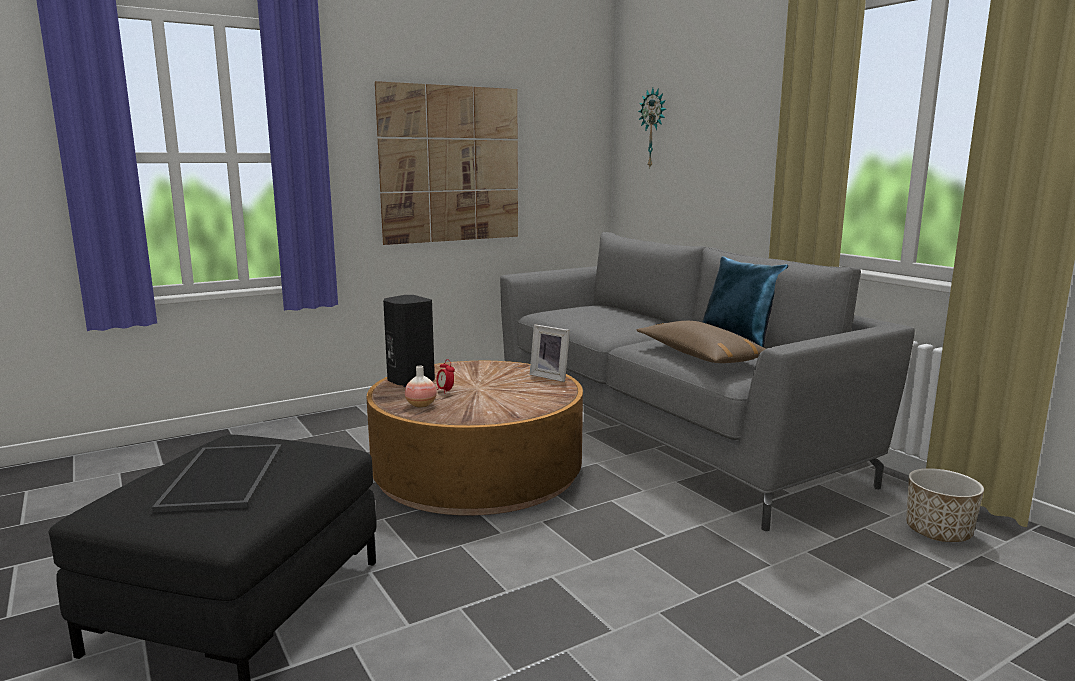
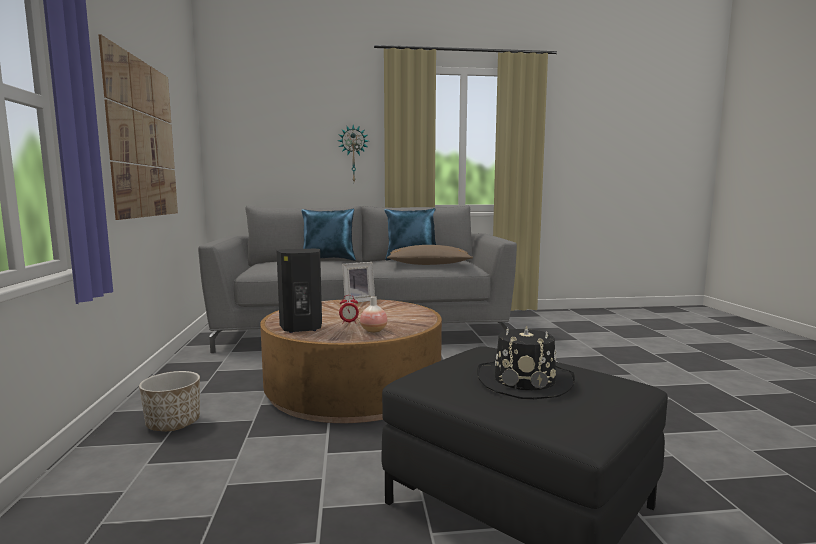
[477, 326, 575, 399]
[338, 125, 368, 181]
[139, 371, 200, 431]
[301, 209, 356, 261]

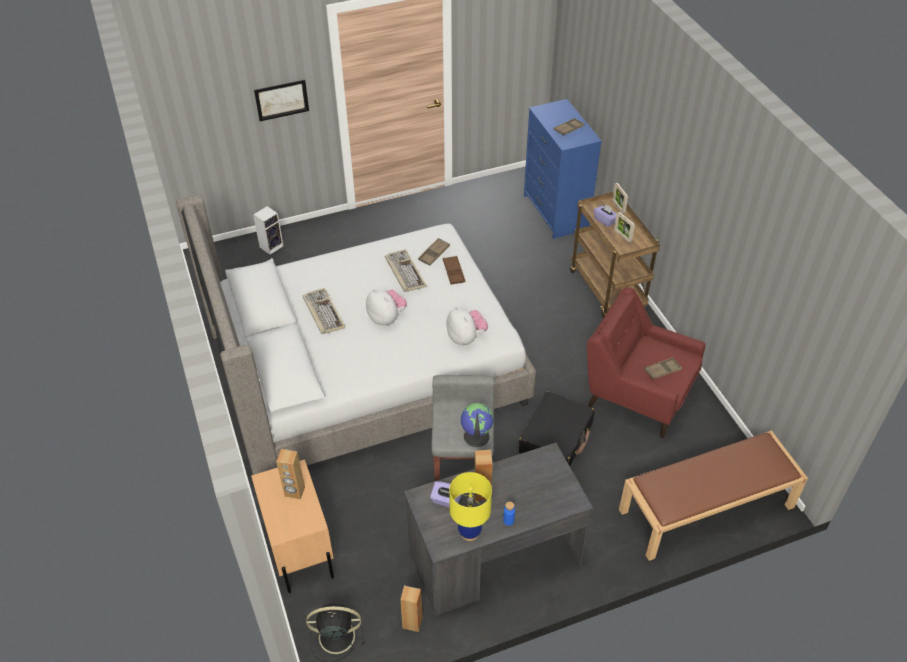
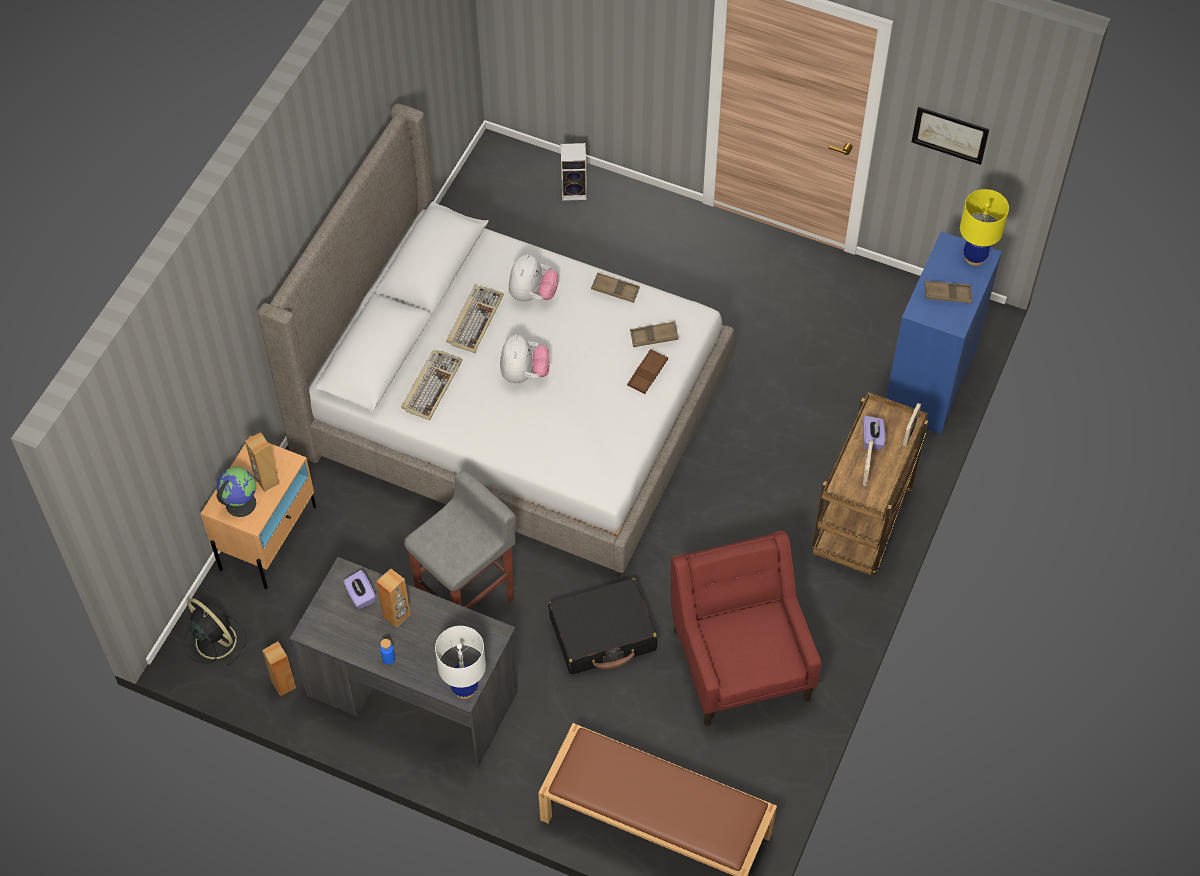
[912, 107, 989, 165]
[401, 350, 463, 420]
[509, 254, 559, 302]
[960, 189, 1009, 266]
[217, 467, 256, 517]
[591, 273, 640, 303]
[435, 626, 486, 699]

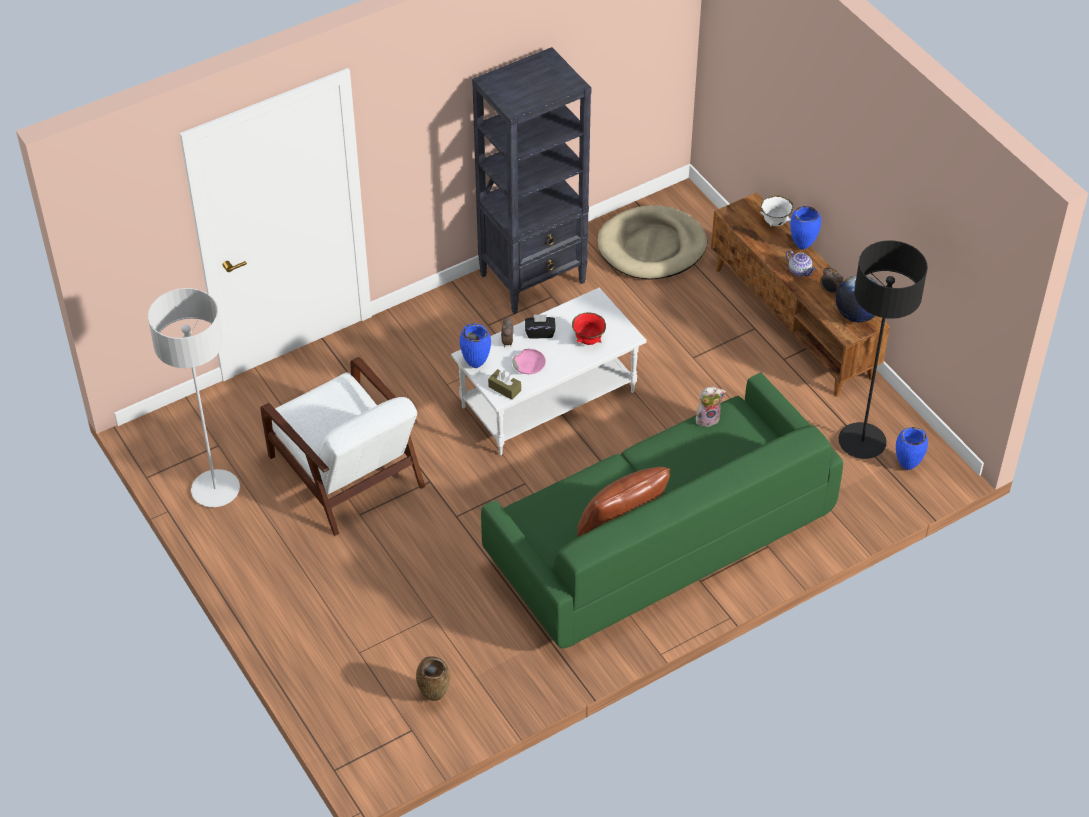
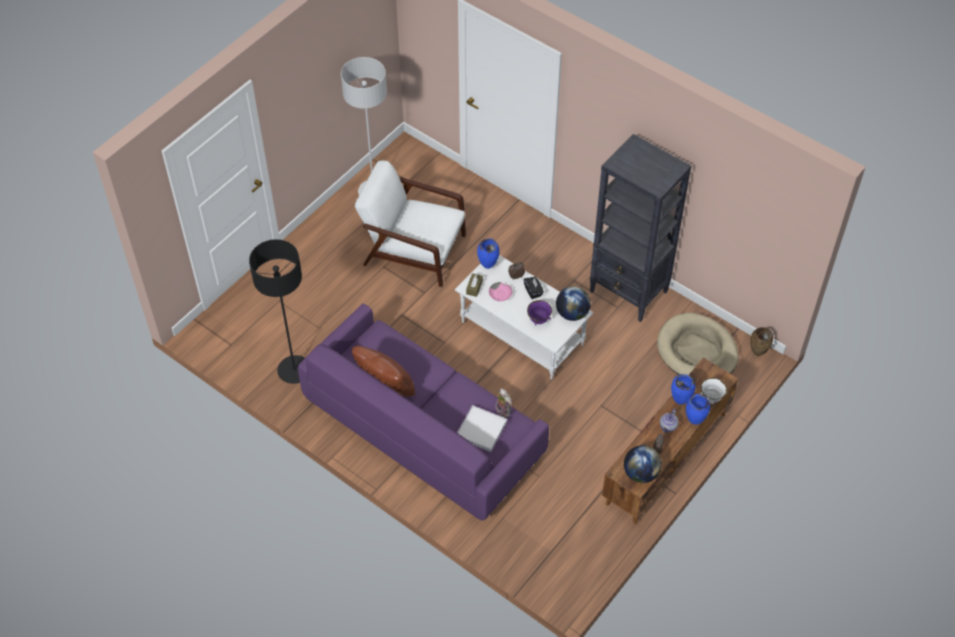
[355, 161, 466, 287]
[750, 327, 773, 356]
[298, 304, 549, 521]
[527, 300, 552, 326]
[249, 239, 305, 384]
[671, 374, 695, 405]
[457, 405, 507, 452]
[556, 286, 591, 321]

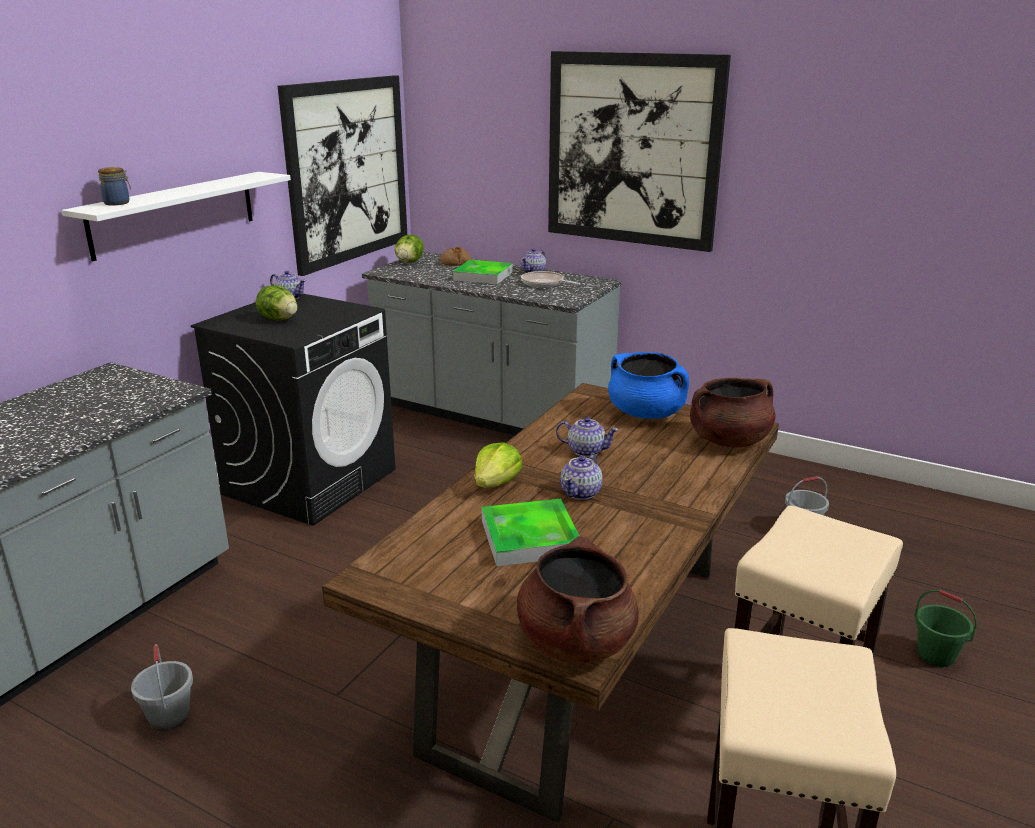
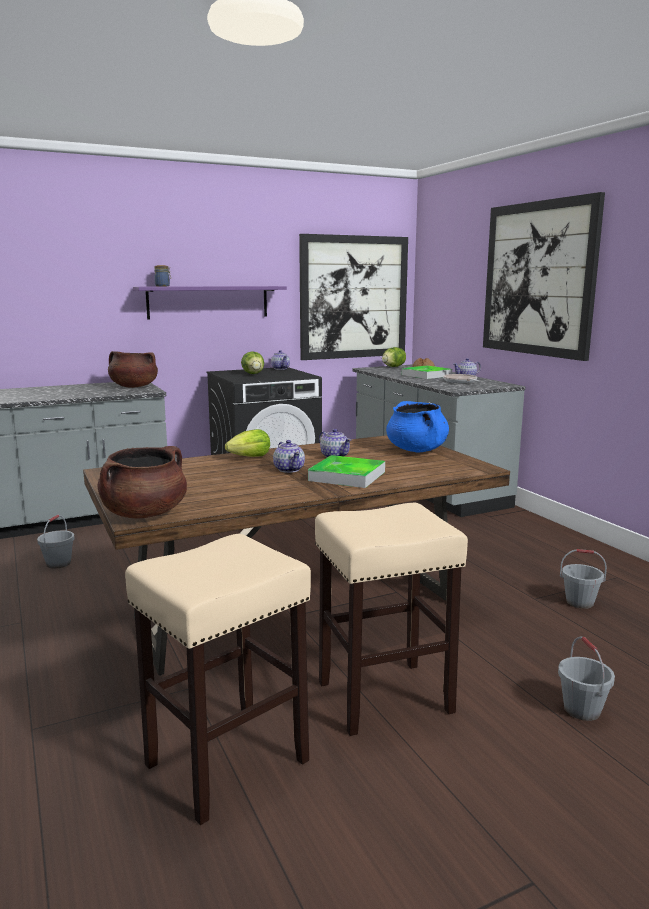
[133, 286, 287, 319]
[308, 455, 385, 488]
[273, 440, 305, 473]
[108, 351, 158, 388]
[558, 637, 615, 721]

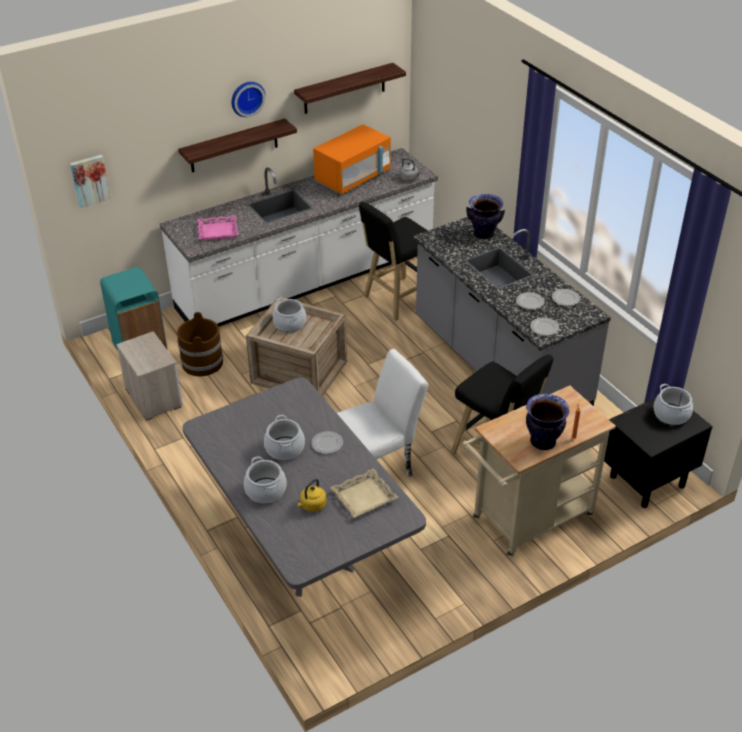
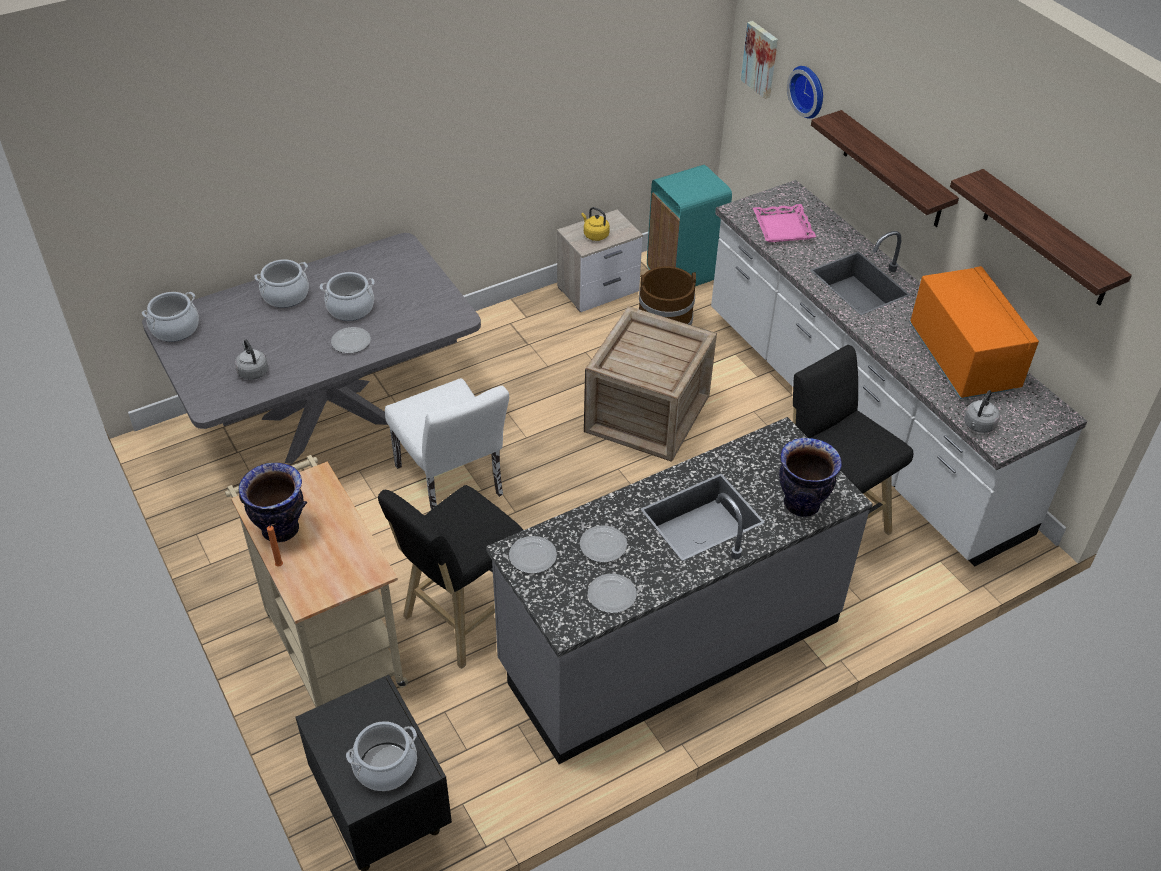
[787, 66, 823, 119]
[142, 292, 199, 342]
[581, 207, 610, 241]
[909, 266, 1039, 399]
[235, 339, 268, 380]

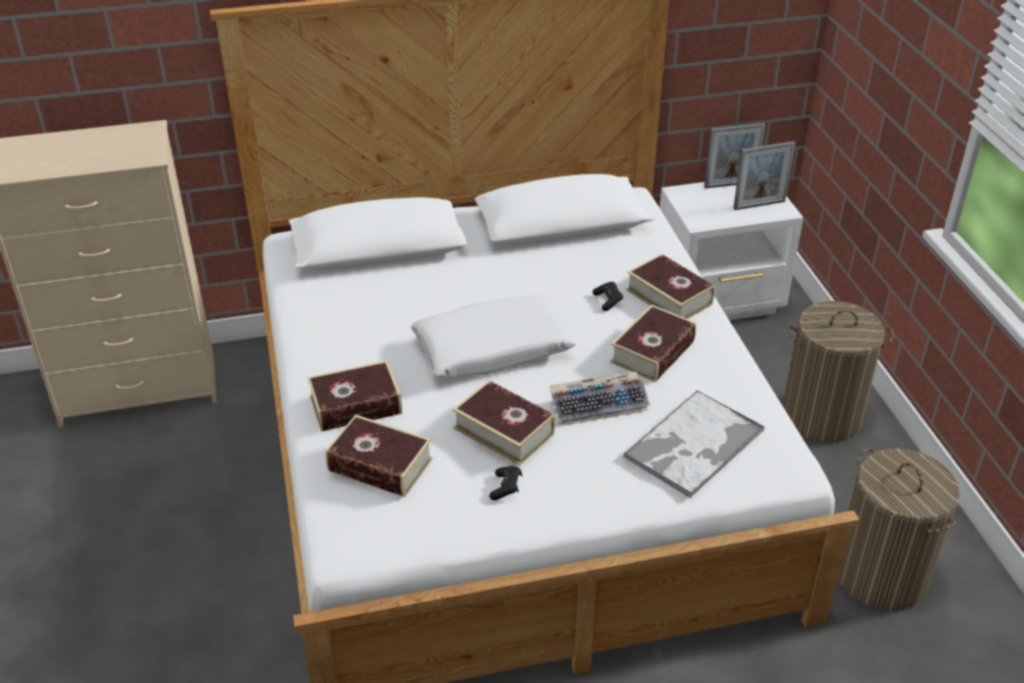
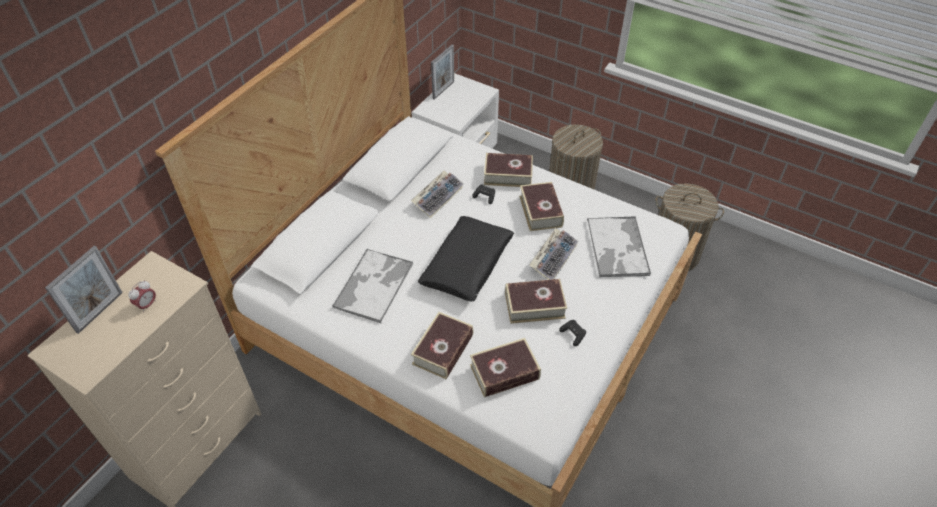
[418, 216, 514, 301]
[45, 246, 123, 334]
[128, 280, 156, 313]
[332, 249, 413, 323]
[411, 170, 463, 218]

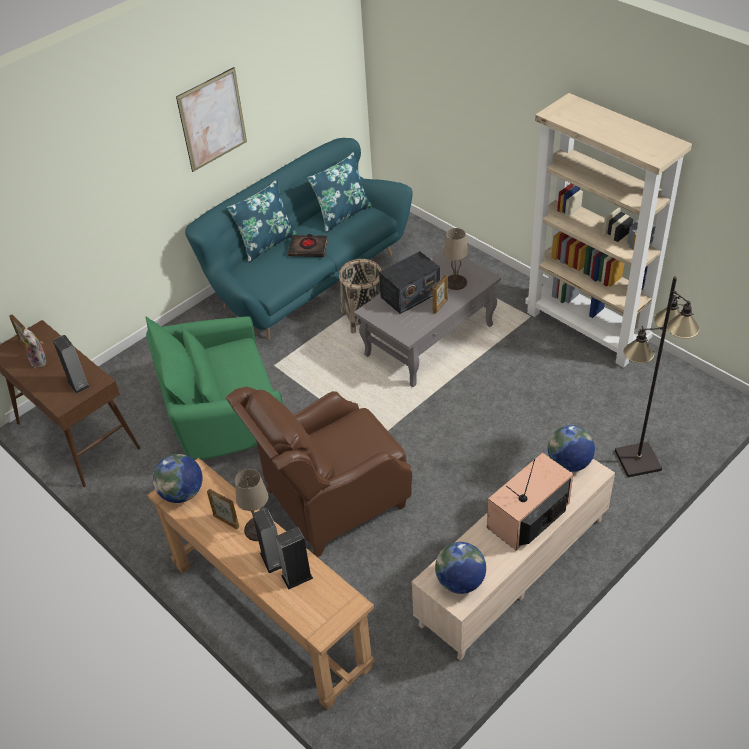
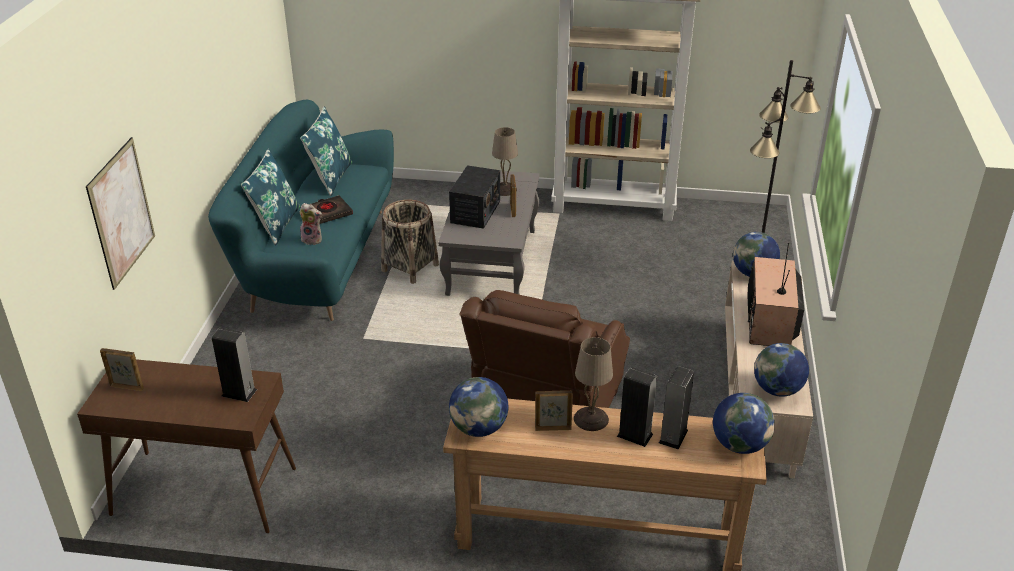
[300, 203, 322, 245]
[146, 316, 283, 460] (first image)
[86, 137, 155, 290]
[713, 393, 775, 454]

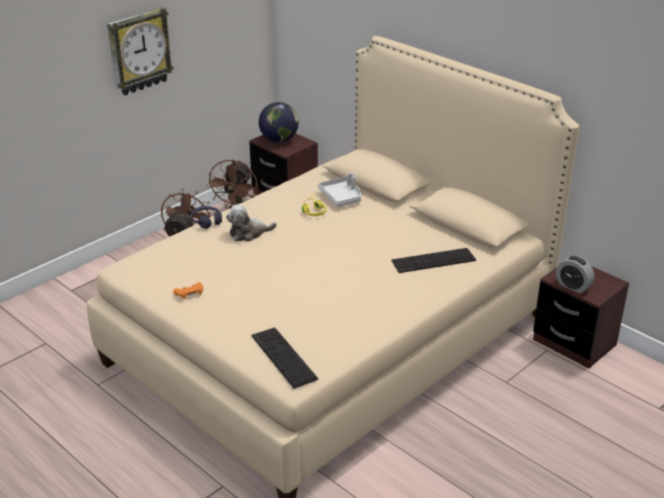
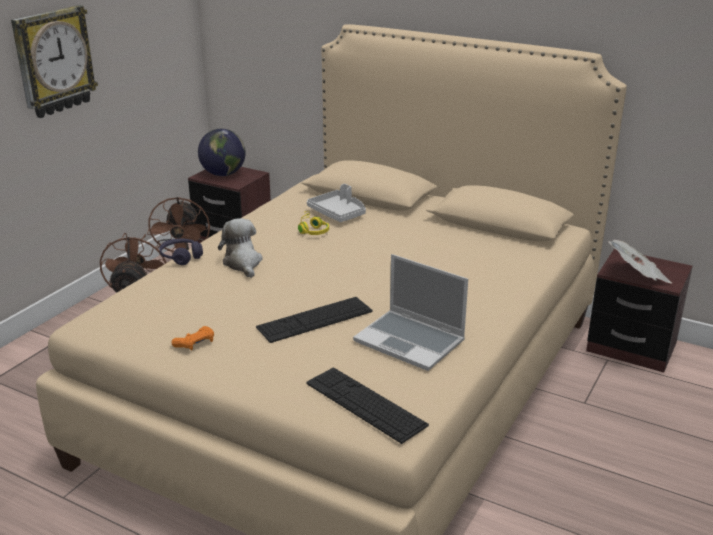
[218, 218, 263, 278]
[256, 297, 373, 343]
[608, 240, 672, 283]
[353, 254, 468, 371]

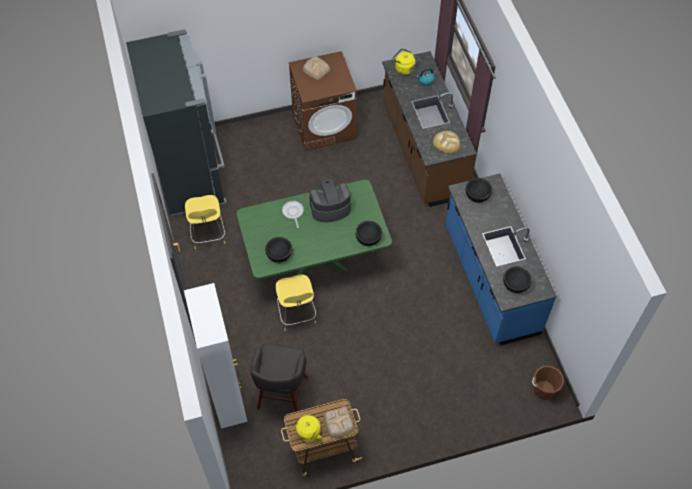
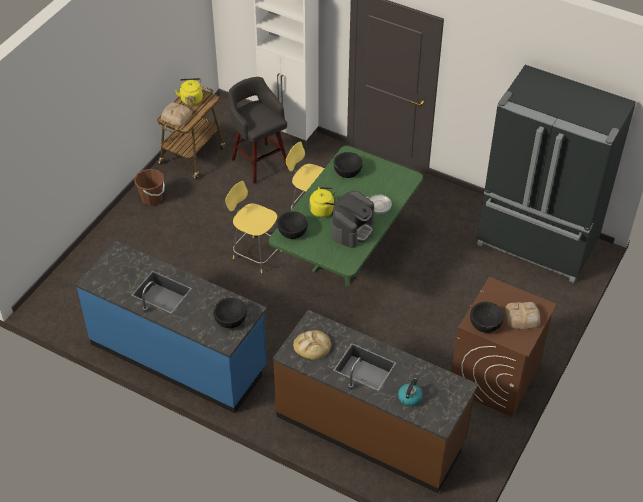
[225, 181, 282, 273]
[309, 187, 337, 217]
[470, 302, 504, 333]
[134, 169, 165, 206]

